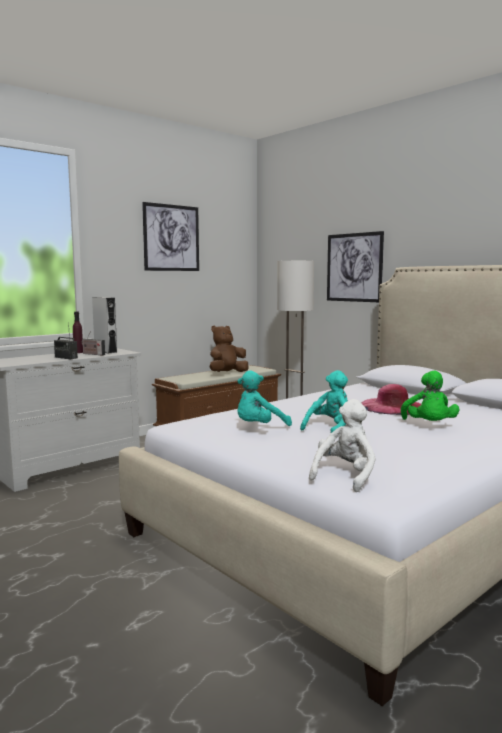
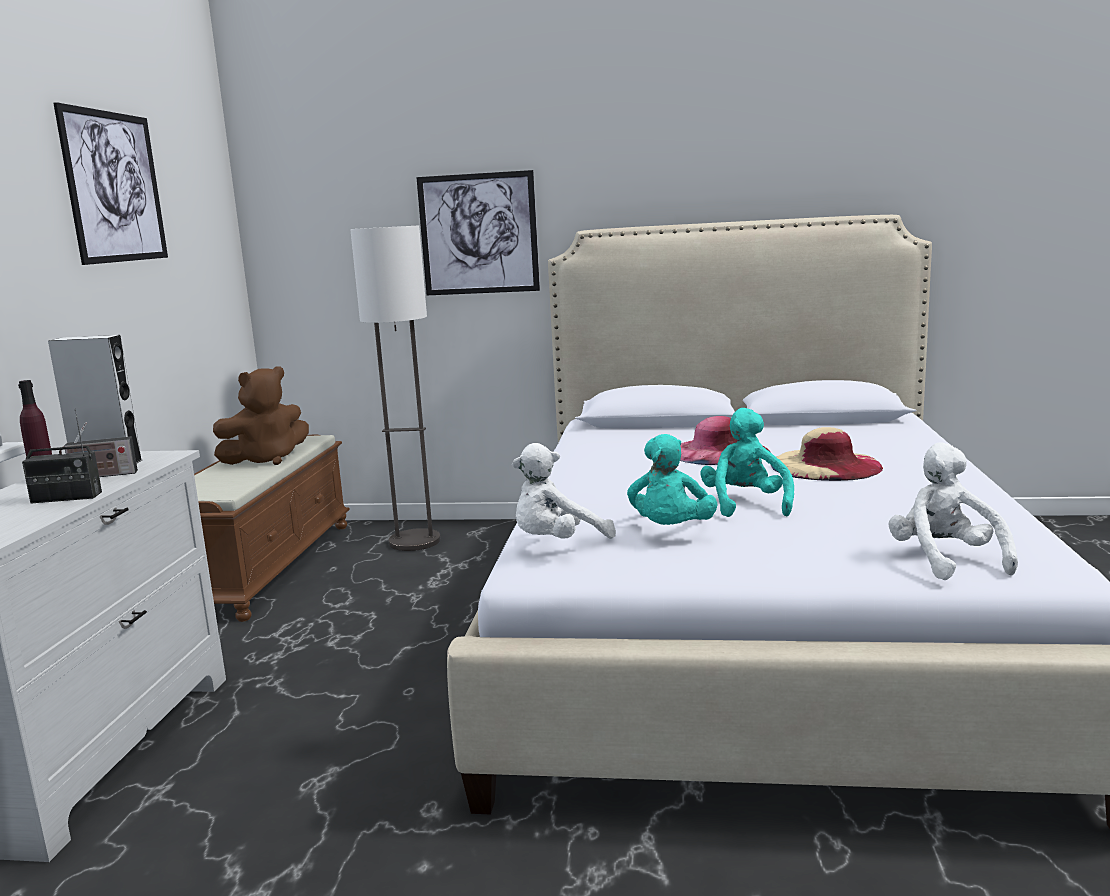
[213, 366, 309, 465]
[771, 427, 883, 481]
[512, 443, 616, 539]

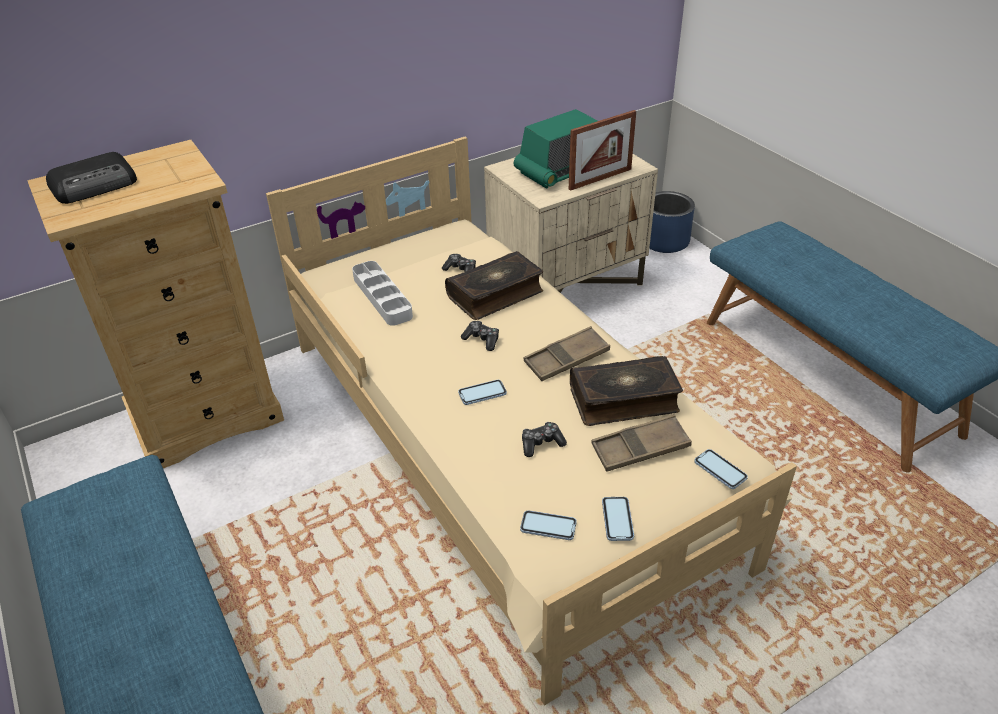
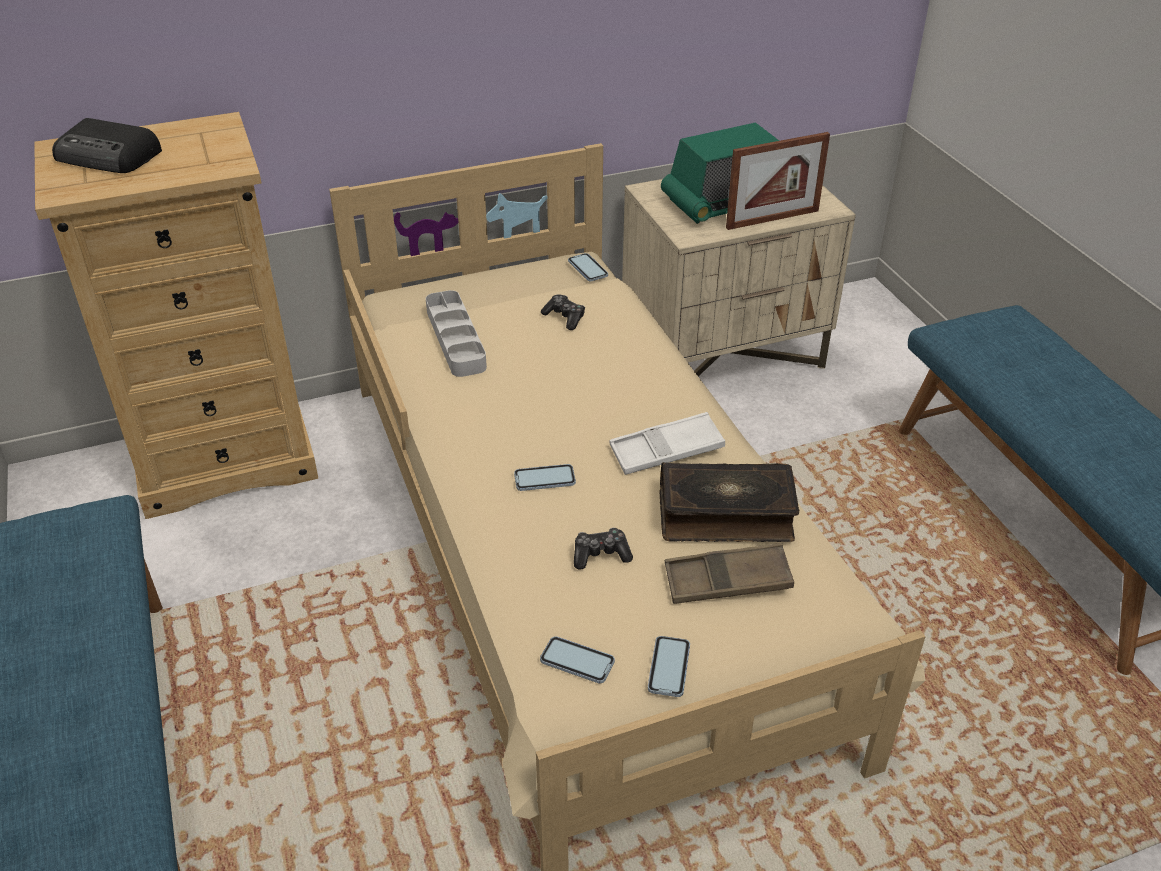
[52, 118, 162, 173]
[445, 251, 544, 320] (first image)
[461, 321, 499, 351] (first image)
[609, 412, 725, 475]
[649, 191, 695, 253] (first image)
[568, 253, 608, 281]

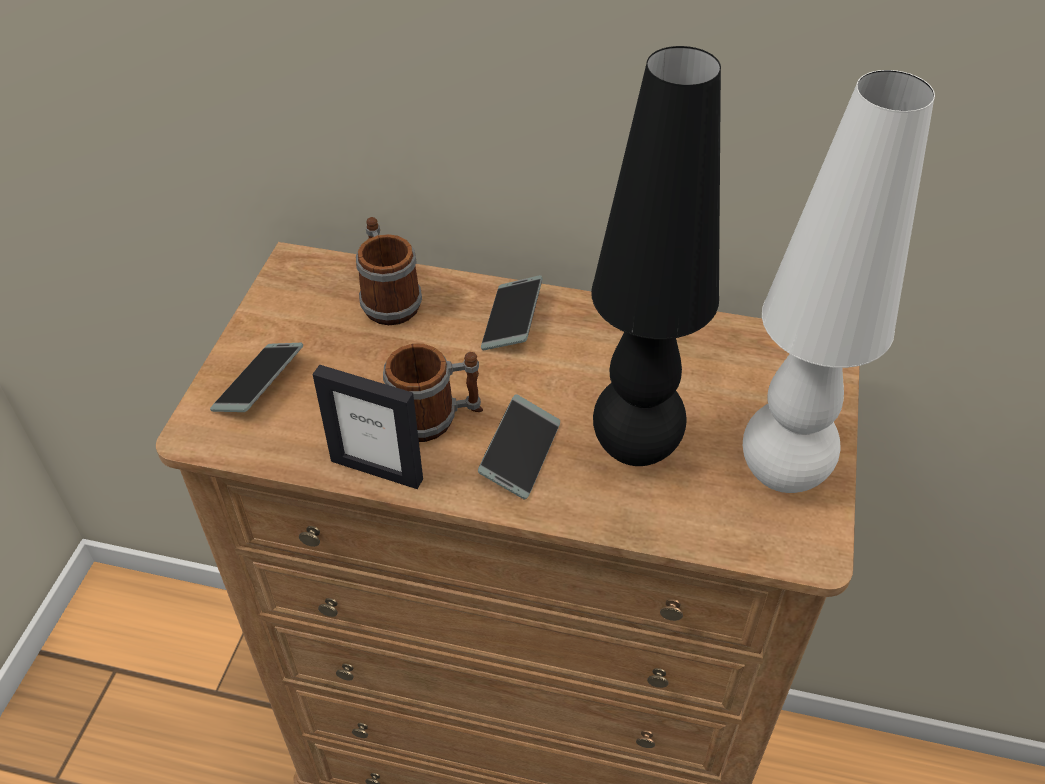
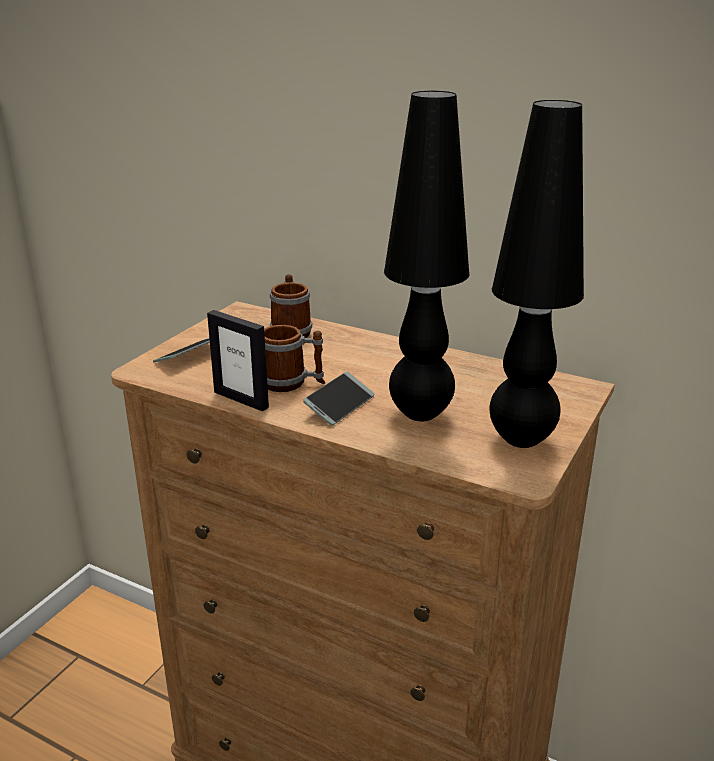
[481, 275, 543, 351] (first image)
[490, 100, 584, 448]

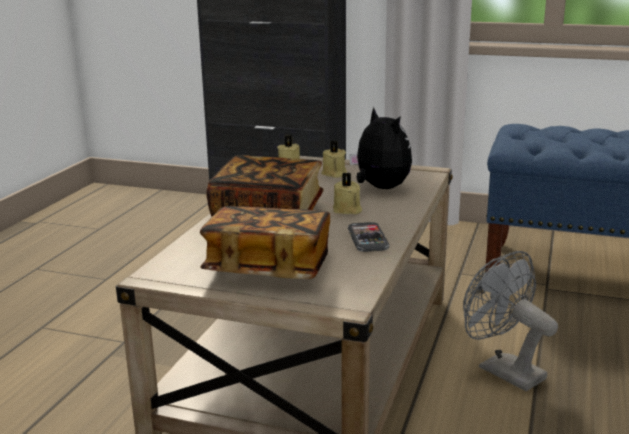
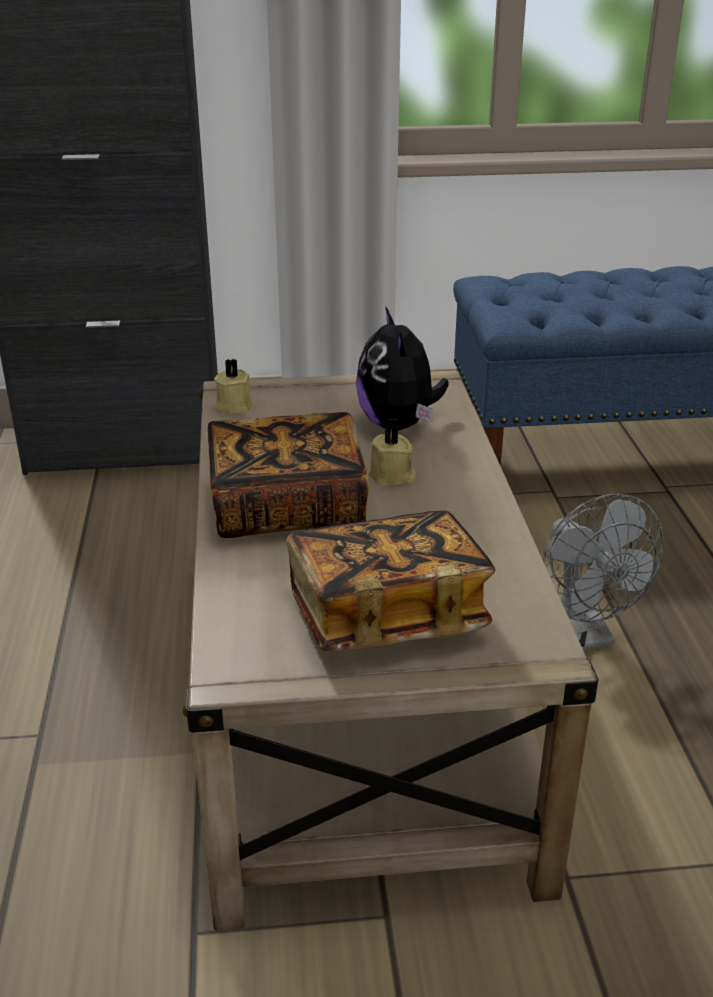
[321, 141, 347, 178] (first image)
[348, 222, 390, 252] (first image)
[356, 306, 449, 430]
[542, 494, 664, 651]

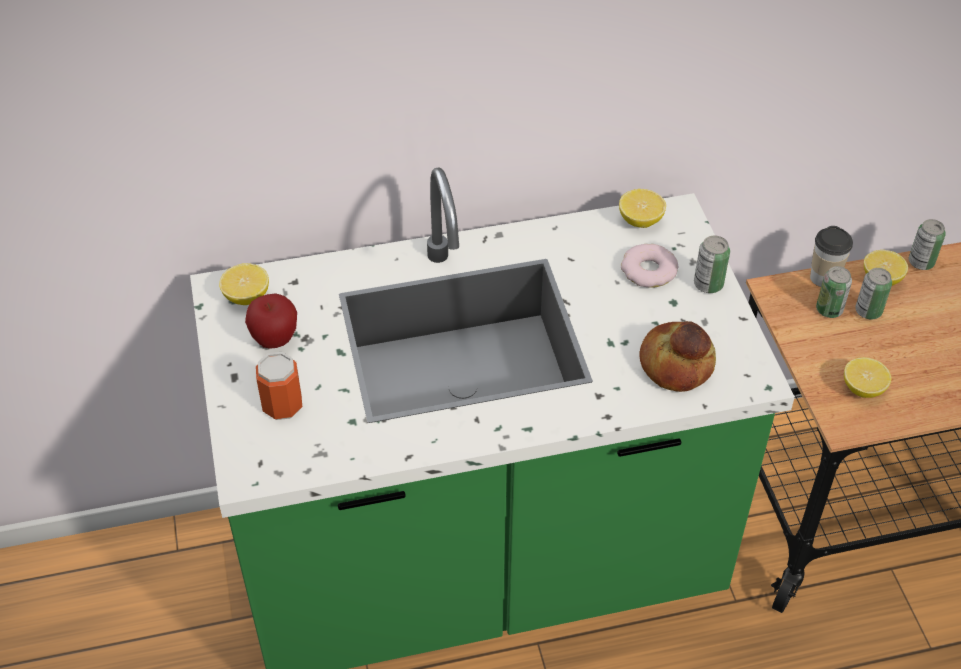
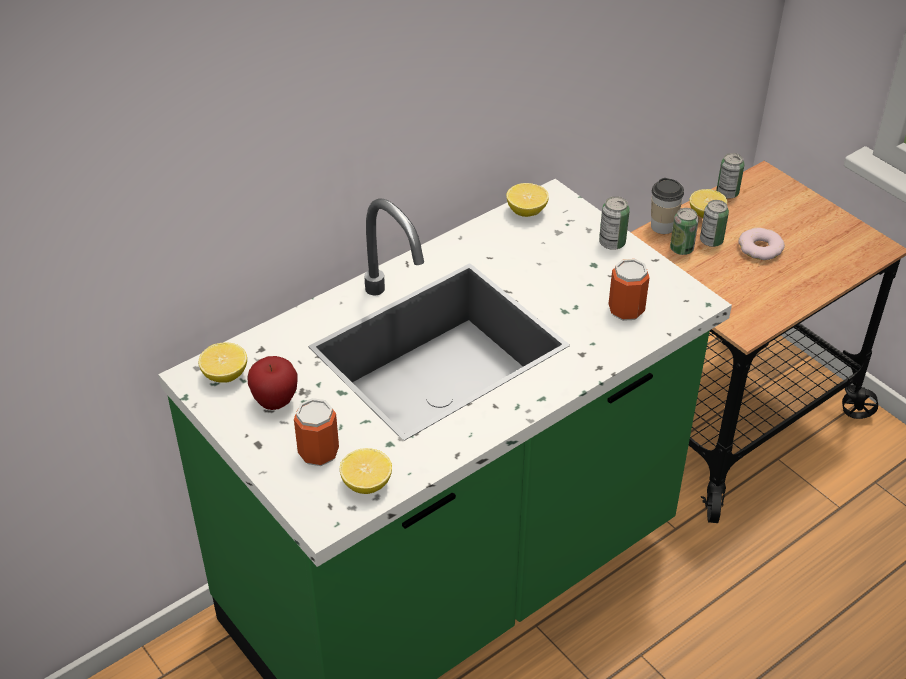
[738, 228, 785, 260]
[608, 259, 650, 321]
[340, 448, 392, 494]

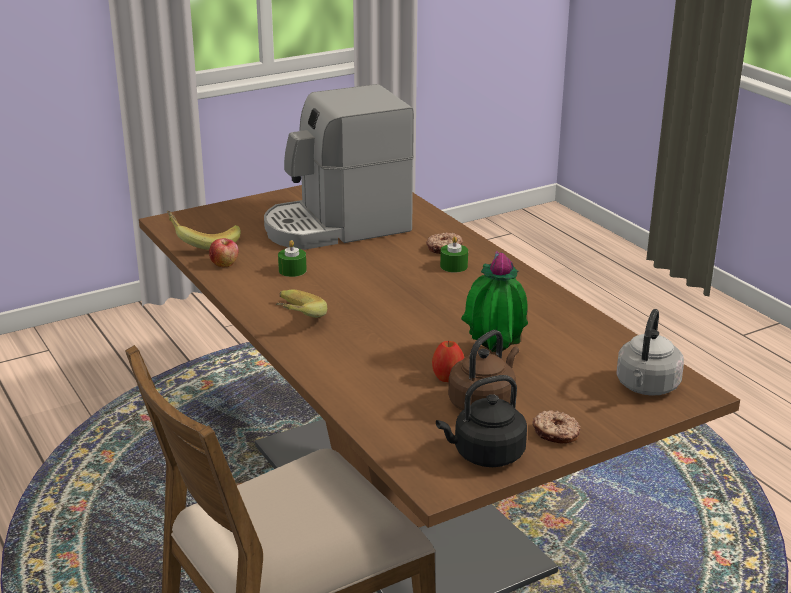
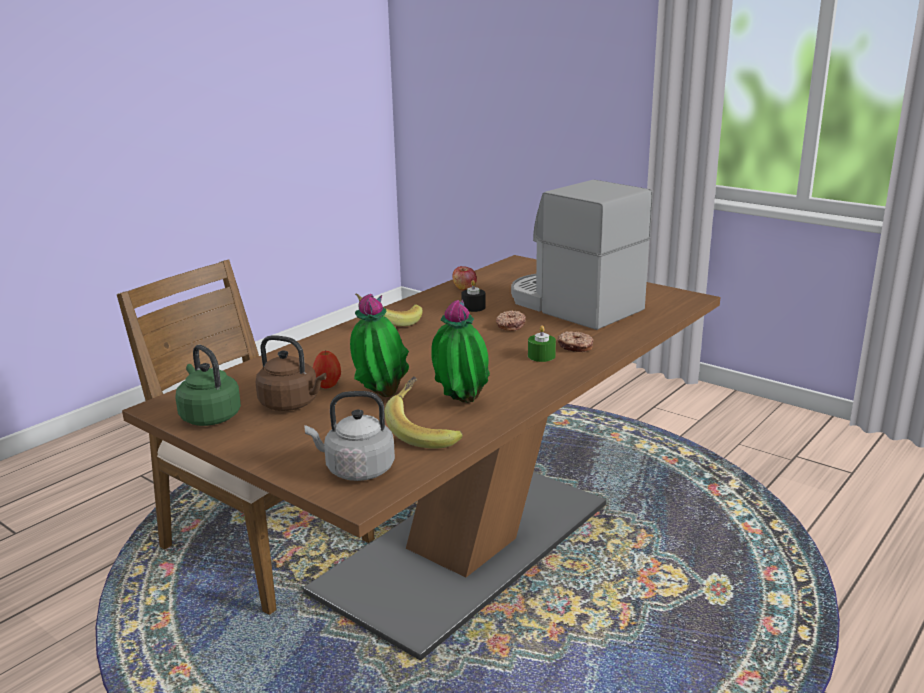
[385, 376, 463, 449]
[461, 280, 486, 312]
[175, 345, 241, 426]
[496, 311, 526, 331]
[431, 300, 490, 403]

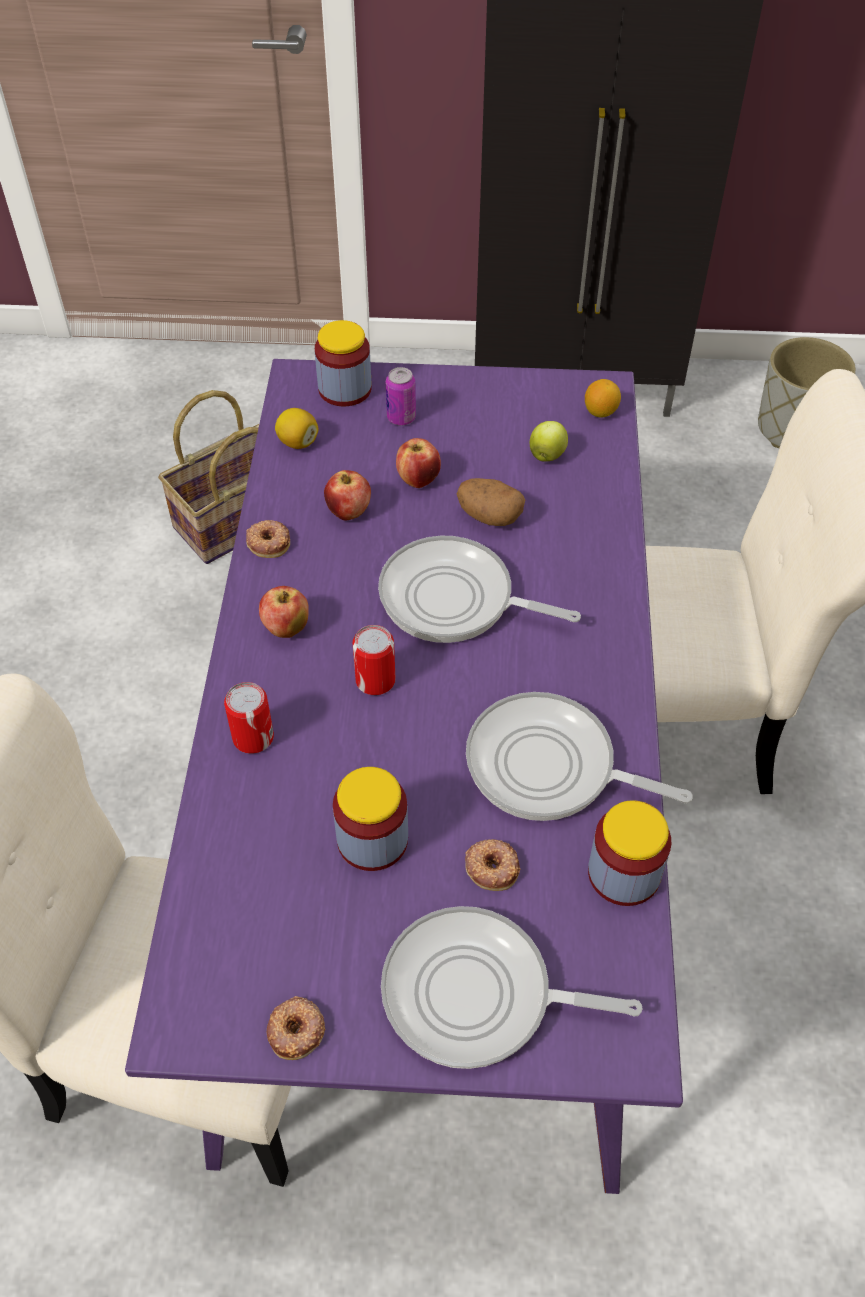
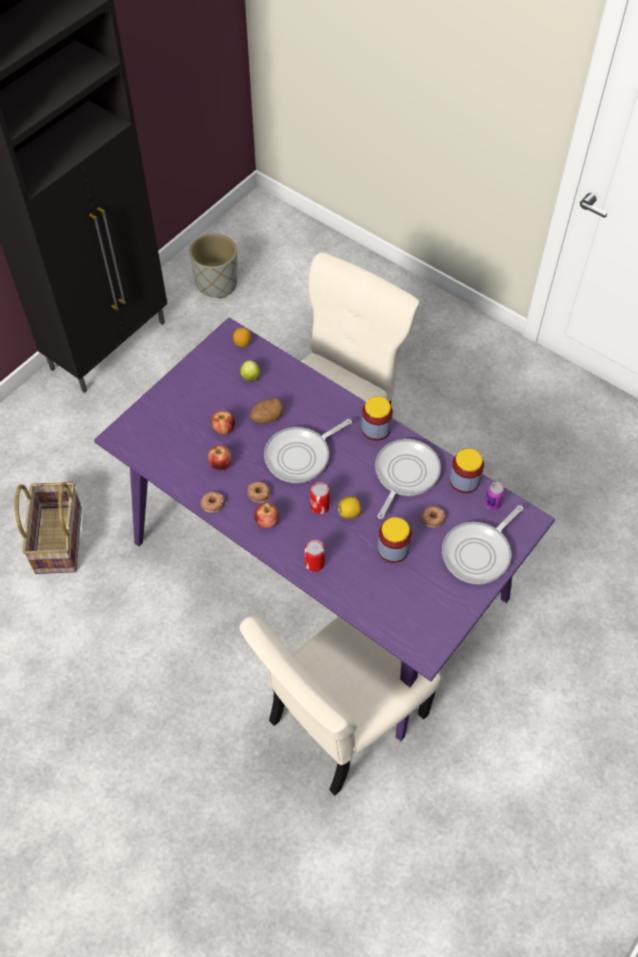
[247, 482, 270, 503]
[338, 496, 361, 519]
[361, 396, 393, 441]
[484, 482, 505, 510]
[375, 439, 441, 519]

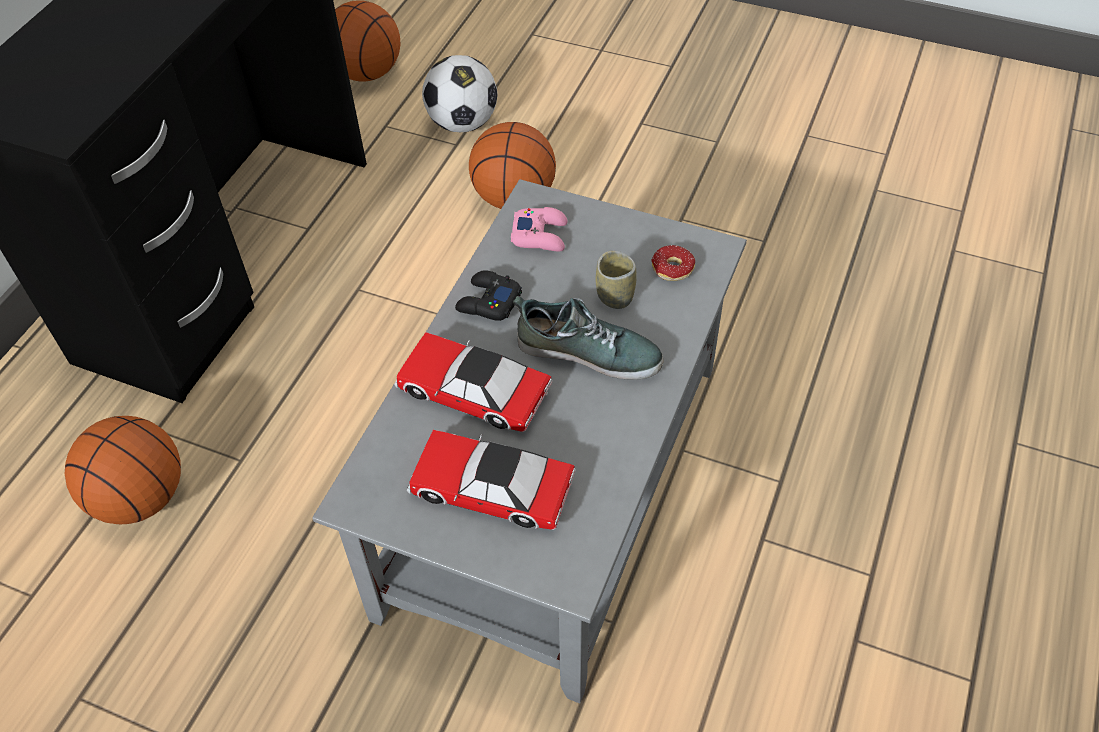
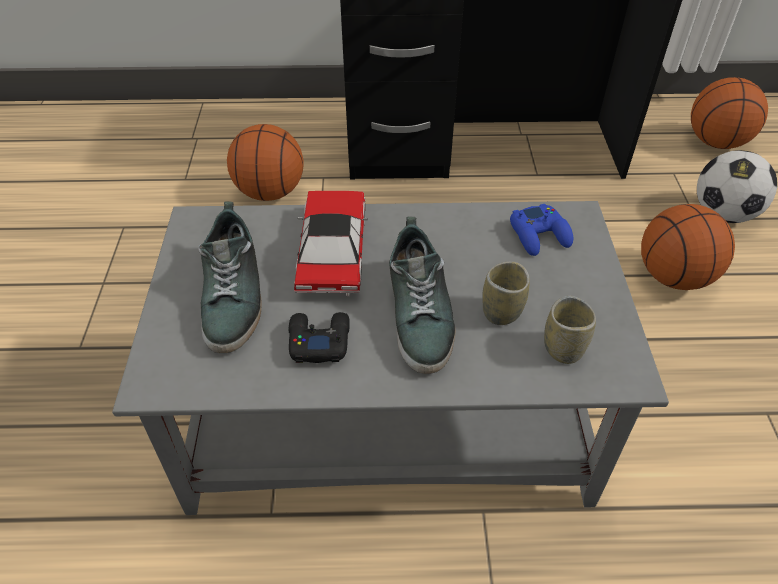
[198, 201, 262, 353]
[288, 312, 350, 363]
[510, 204, 573, 256]
[544, 296, 596, 364]

